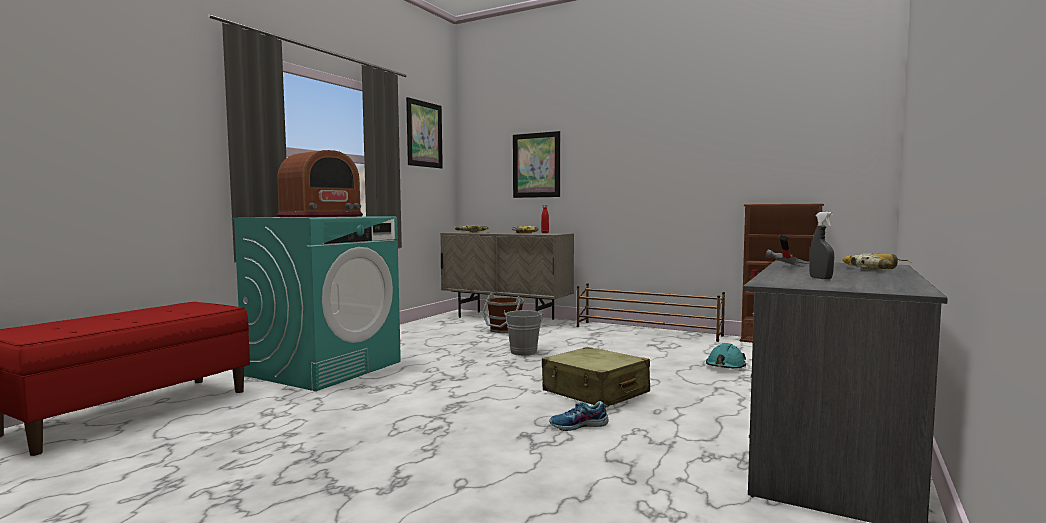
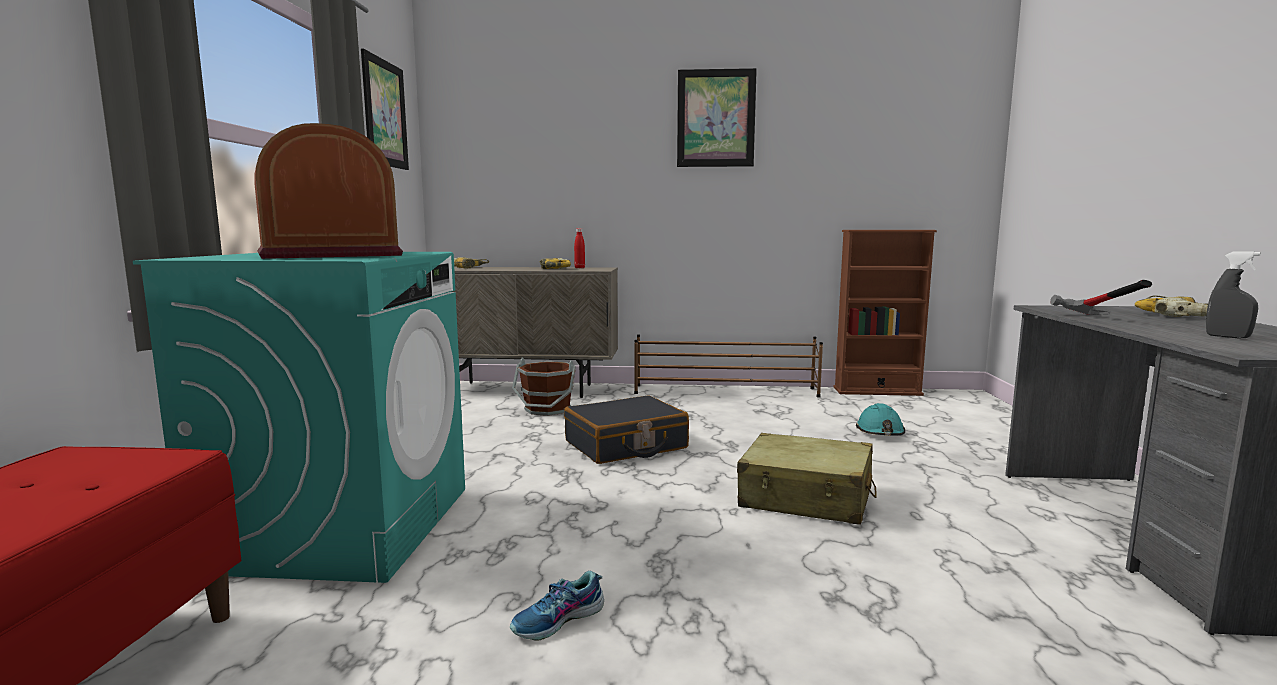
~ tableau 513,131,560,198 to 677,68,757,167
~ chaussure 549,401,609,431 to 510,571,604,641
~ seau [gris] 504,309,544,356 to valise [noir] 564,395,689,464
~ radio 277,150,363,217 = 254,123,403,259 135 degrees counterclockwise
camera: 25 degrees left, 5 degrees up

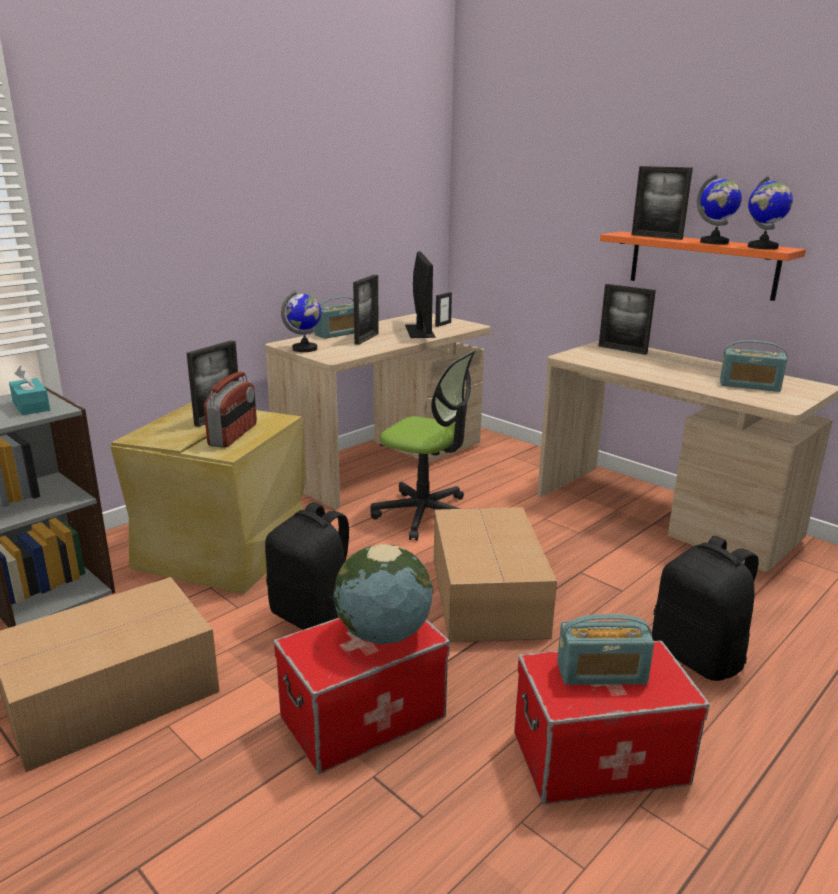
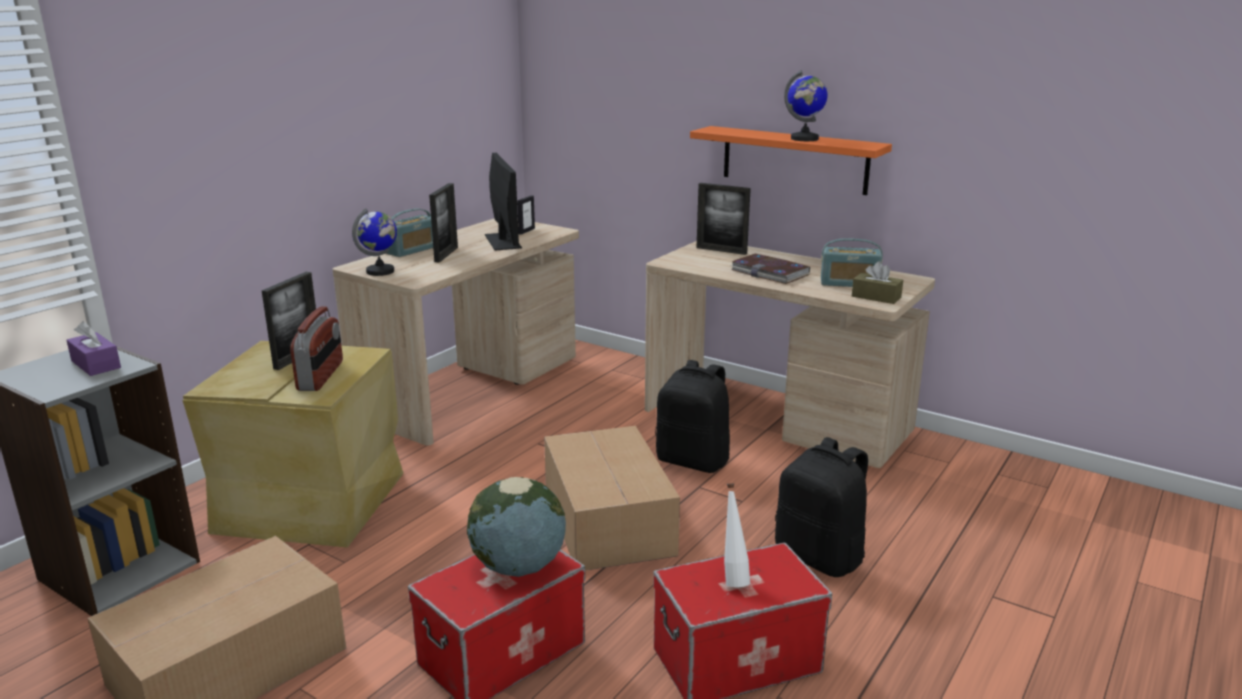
- chaise de bureau 370,350,476,541
- cadre photo 632,166,693,240
- globe 748,175,793,249
+ livre 730,254,810,284
+ boîte à mouchoirs [marron] 852,261,903,304
~ sac à dos [noir] 265,502,349,630 to 655,360,730,473
~ radio 557,614,654,685 to bouteille [blanc] 724,483,750,587
~ boîte à mouchoirs [turquoise] 9,366,50,415 to boîte à mouchoirs [violet] 66,321,121,376
camera: 10 degrees left, 0 degrees up

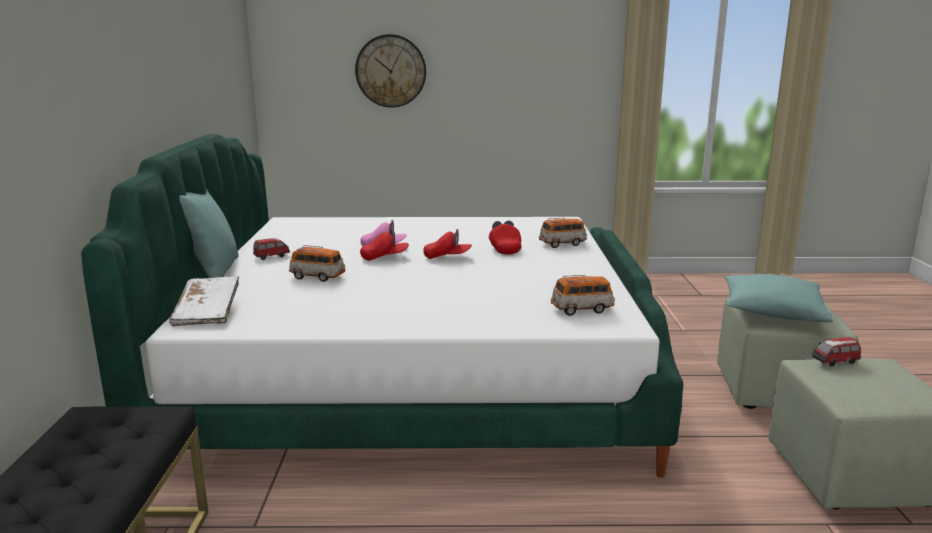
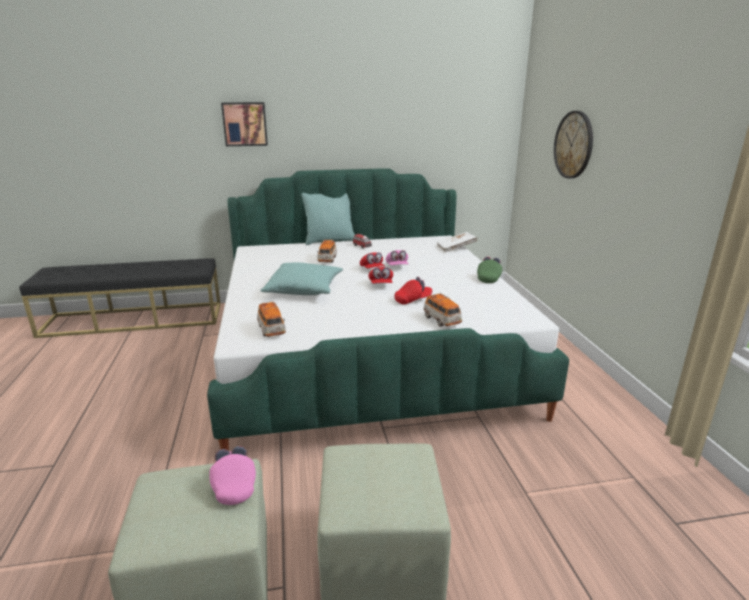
+ tableau 221,102,268,146
+ casquette [vert] 477,257,502,283
~ livre [blanc] 169,276,239,326 to 437,232,477,252
~ coussin [turquoise] 725,274,833,322 to 260,262,343,295
~ petite voiture 812,337,861,367 to casquette [rose] 209,446,256,505
camera: 80 degrees right, 5 degrees up

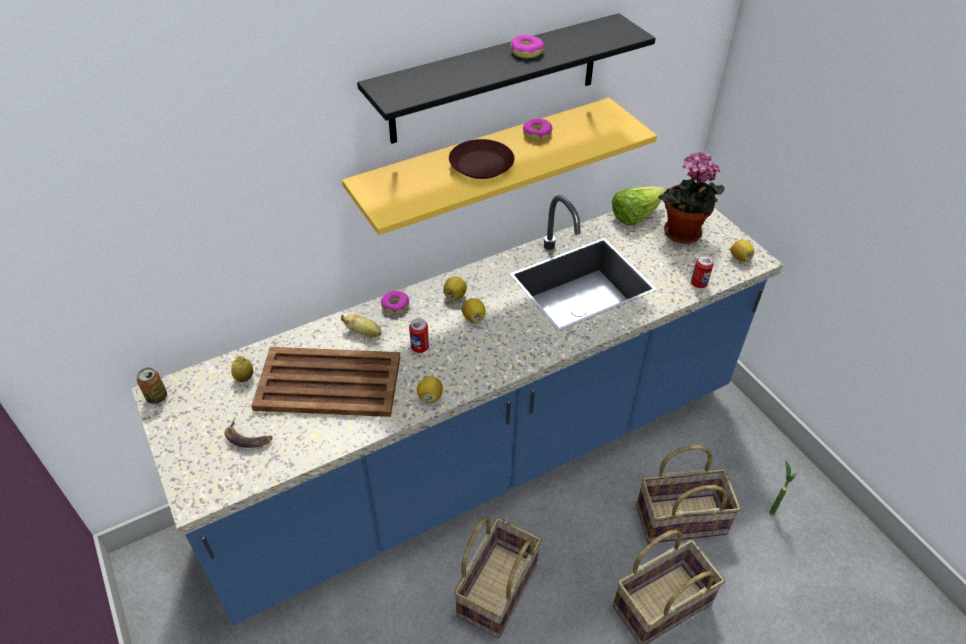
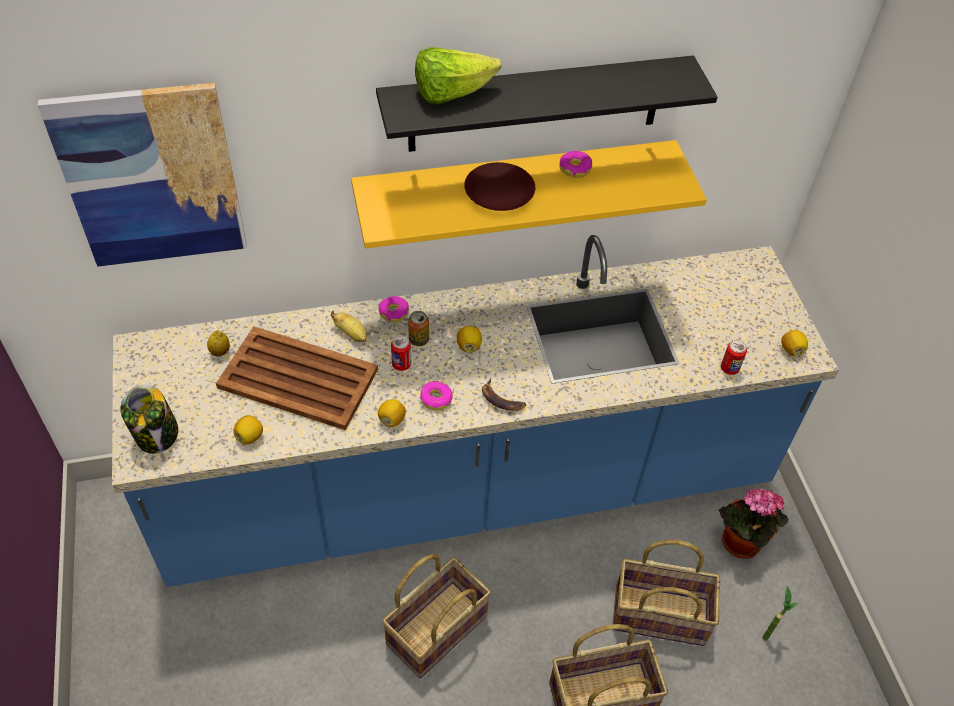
+ tableau 38,83,247,267
+ bocal 120,385,178,454
~ boîte métallique 137,368,167,404 to 408,311,429,346
~ banane 224,420,273,448 to 482,378,526,411
~ citron 443,277,467,301 to 234,415,263,444
~ beignet 511,35,544,58 to 420,381,453,410
~ laitue 612,186,665,225 to 415,47,501,104
~ plante en pot 658,152,725,244 to 718,488,788,559
camera: 15 degrees right, 5 degrees up

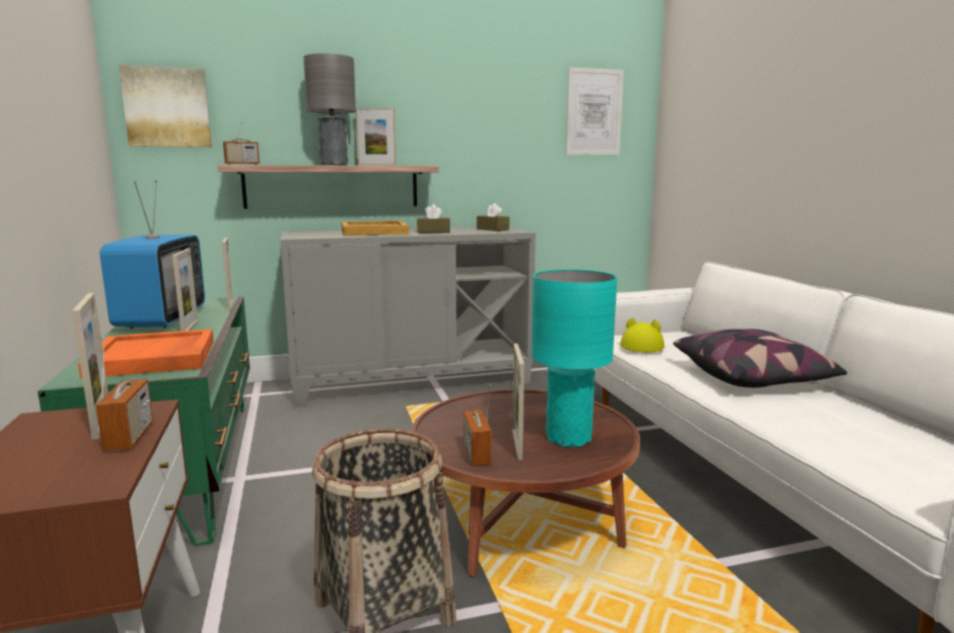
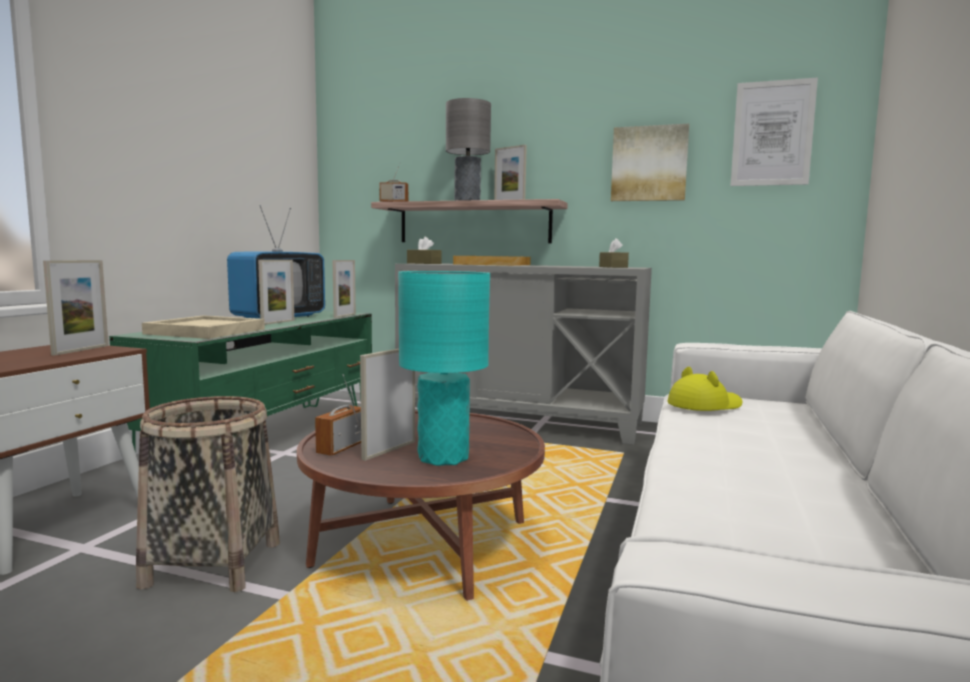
- radio 96,336,153,451
- coussin 673,329,847,388
~ tableau 119,65,212,147 to 611,124,689,201
~ boîte à mouchoirs [marron] 417,204,450,233 to 407,237,442,264
~ plateau [orange] 78,329,214,379 to plateau [beige] 142,315,265,339
camera: 35 degrees right, 5 degrees down

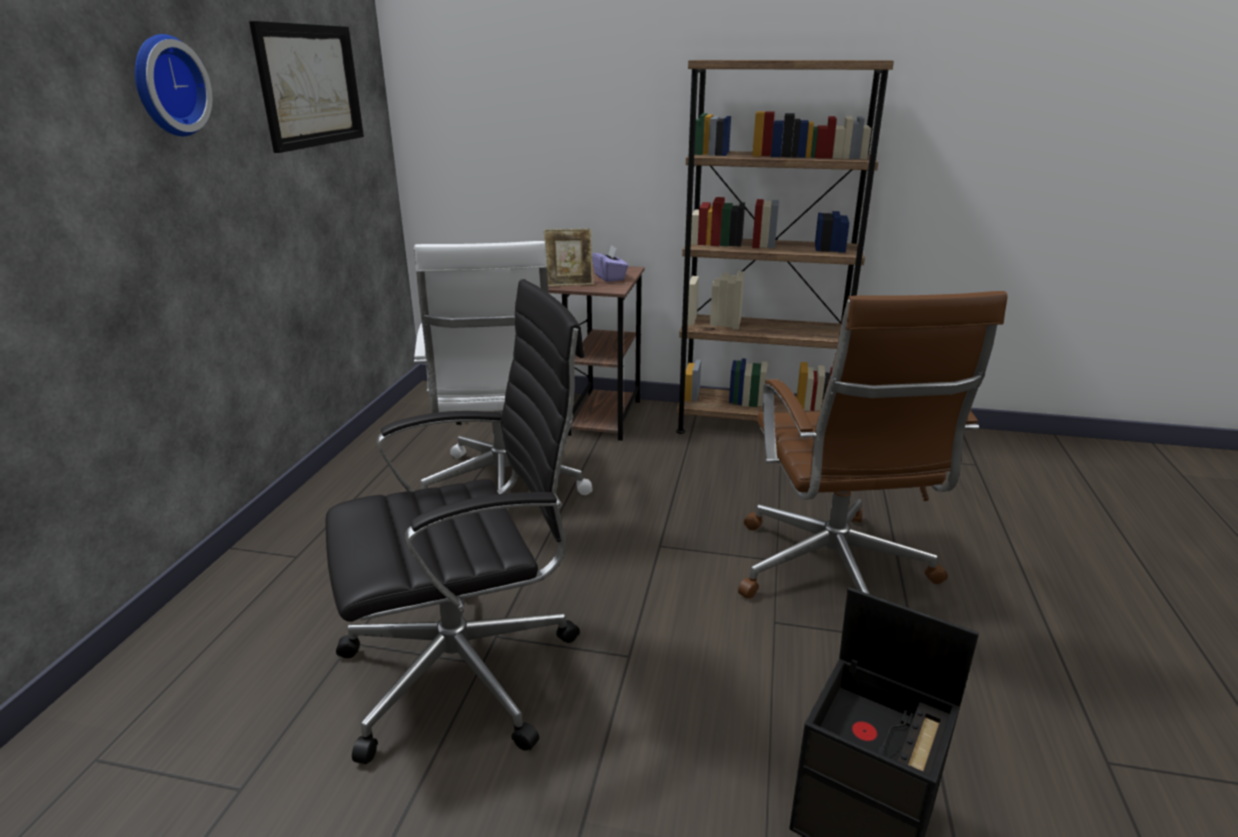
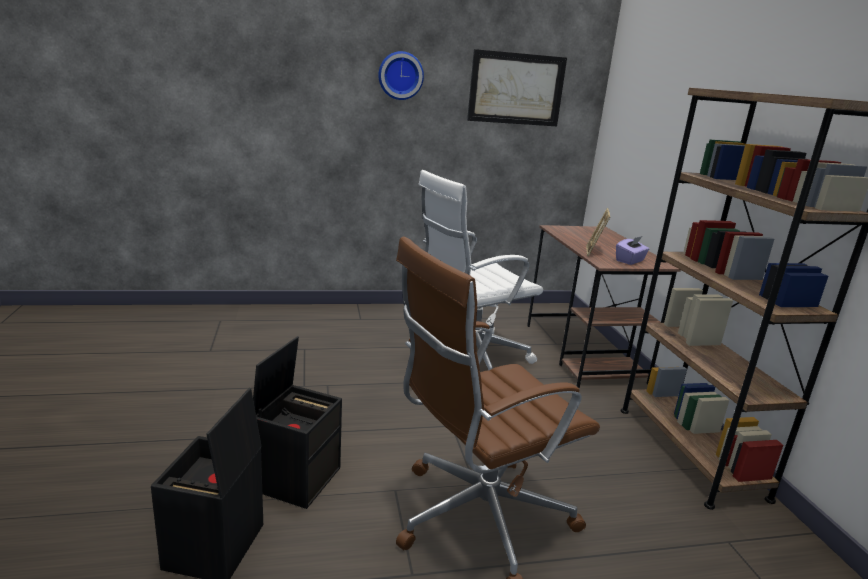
- chaise de bureau [noir] 325,279,584,764
+ boîte de rangement [noir] 253,336,342,509
~ cadre photo 544,229,593,287 = 586,208,610,256 45 degrees clockwise
camera: 65 degrees right, 5 degrees down

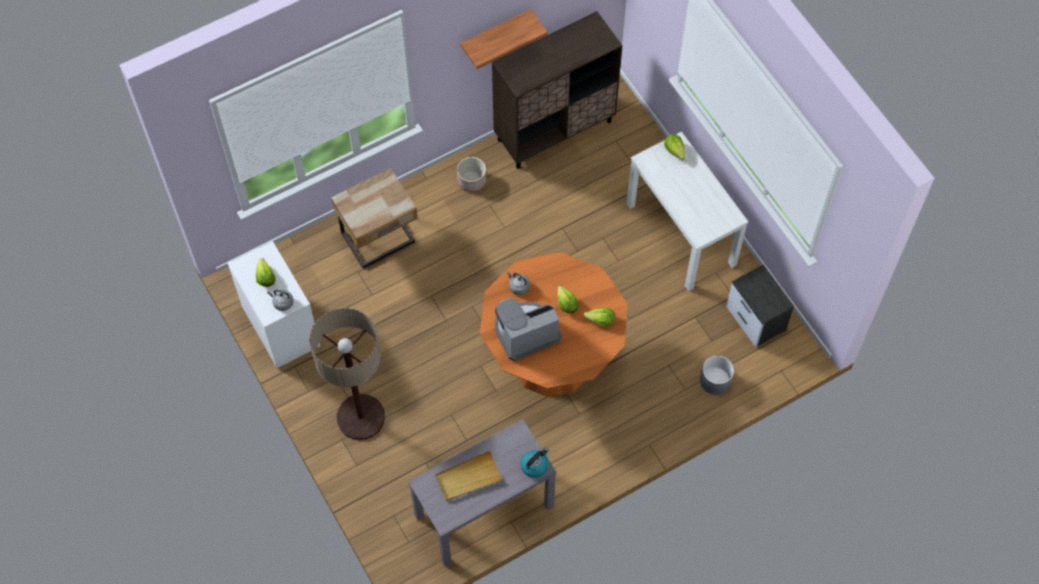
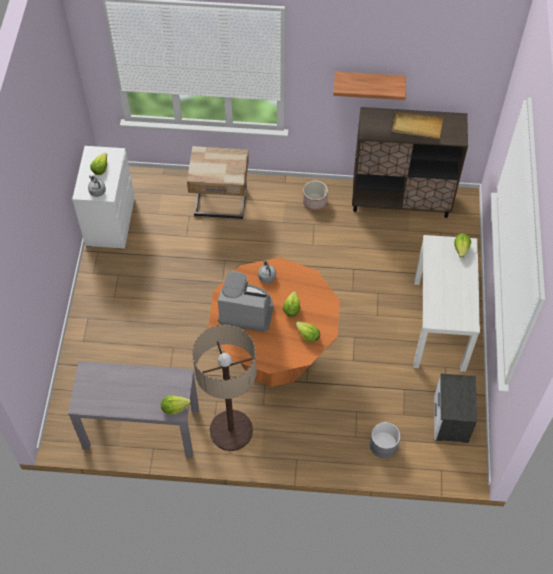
~ lampadaire 310,308,385,440 to 192,325,257,451
~ plateau [beige] 435,451,503,501 to 392,112,443,139
~ bouilloire 521,448,549,478 to laitue 161,395,191,415
camera: 35 degrees right, 5 degrees down

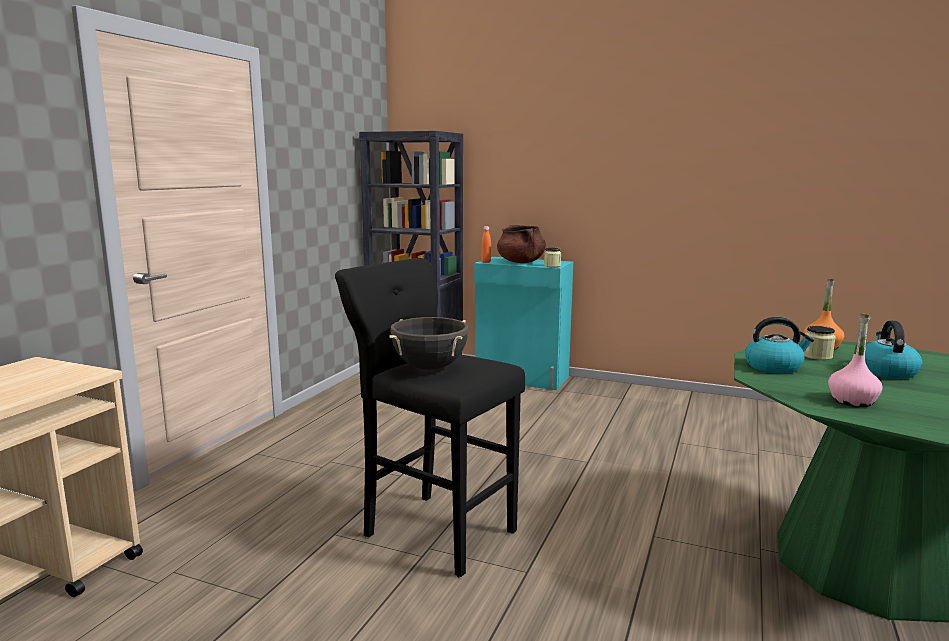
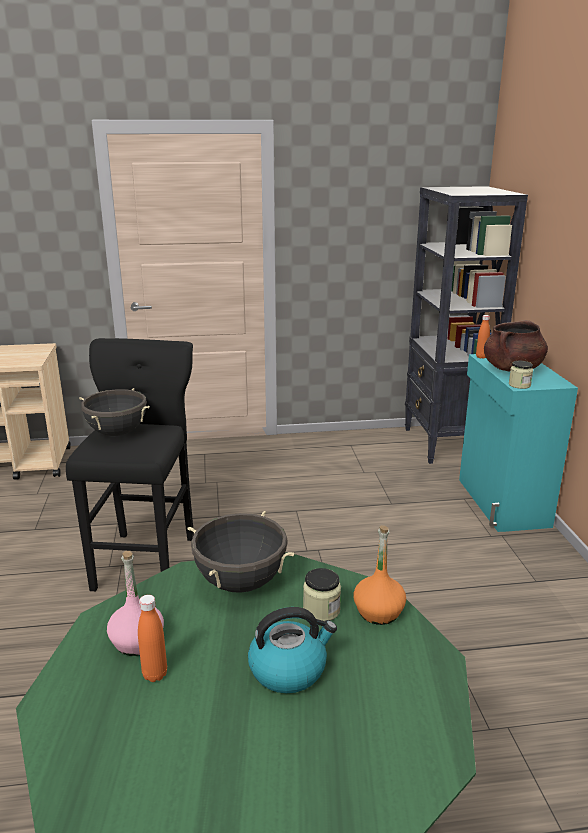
+ bouteille [orange] 138,595,167,682
~ bouilloire 745,317,814,374 to marmite [noir] 188,511,295,593
camera: 60 degrees right, 10 degrees up

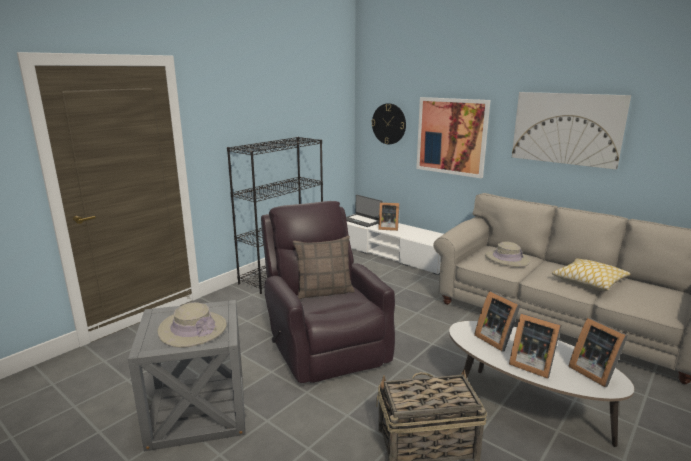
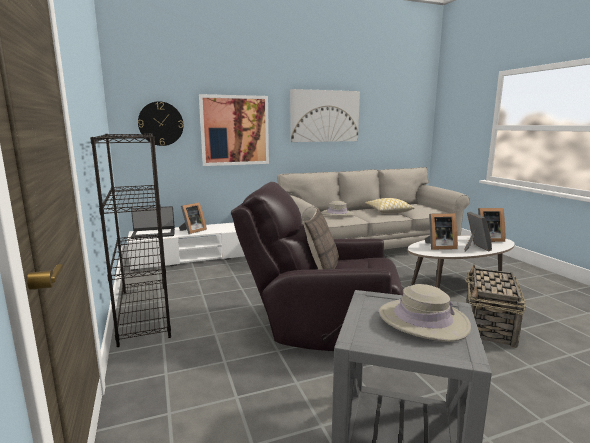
~ cadre photo 509,313,561,379 = 464,212,492,252 75 degrees counterclockwise
camera: 60 degrees left, 5 degrees down

